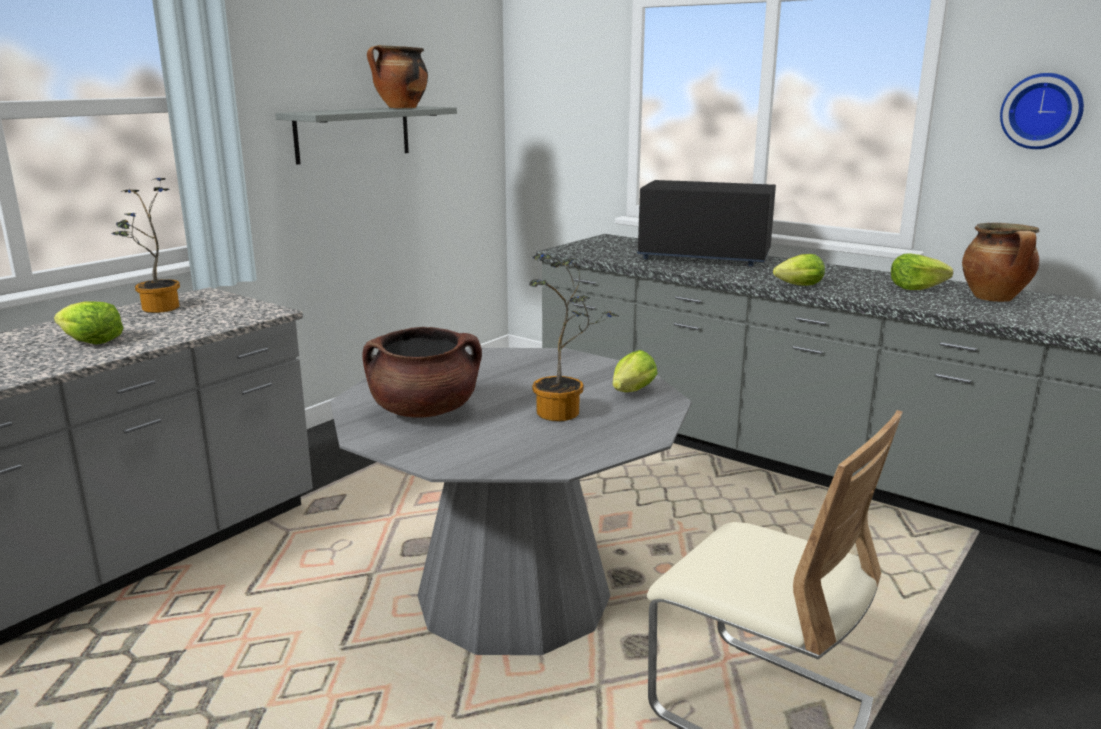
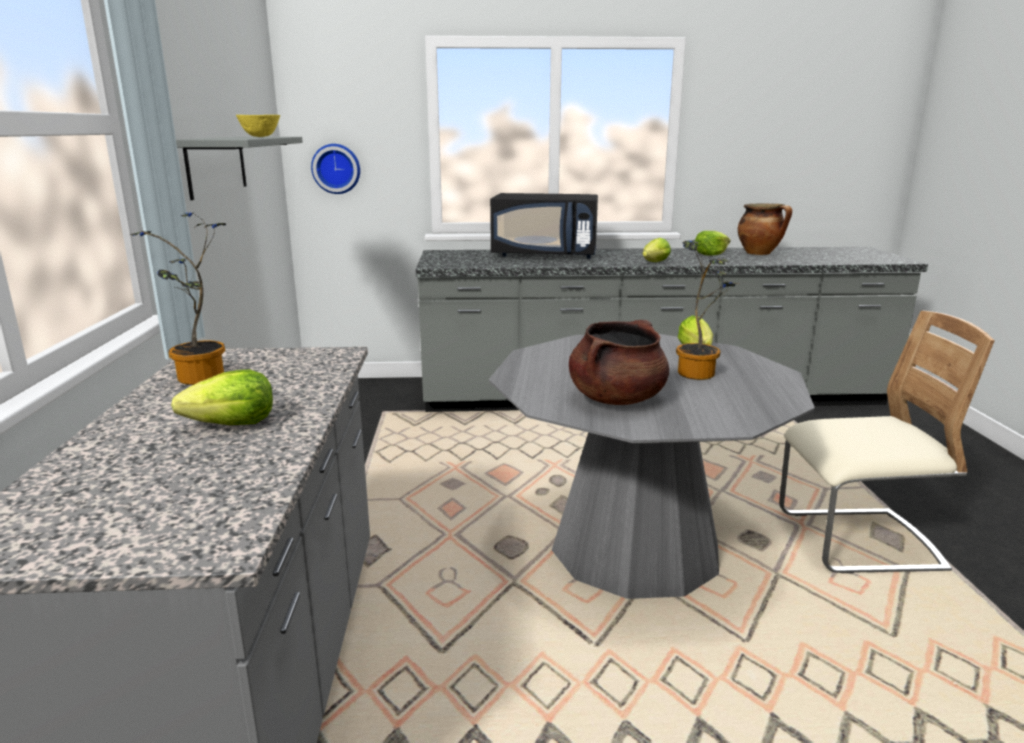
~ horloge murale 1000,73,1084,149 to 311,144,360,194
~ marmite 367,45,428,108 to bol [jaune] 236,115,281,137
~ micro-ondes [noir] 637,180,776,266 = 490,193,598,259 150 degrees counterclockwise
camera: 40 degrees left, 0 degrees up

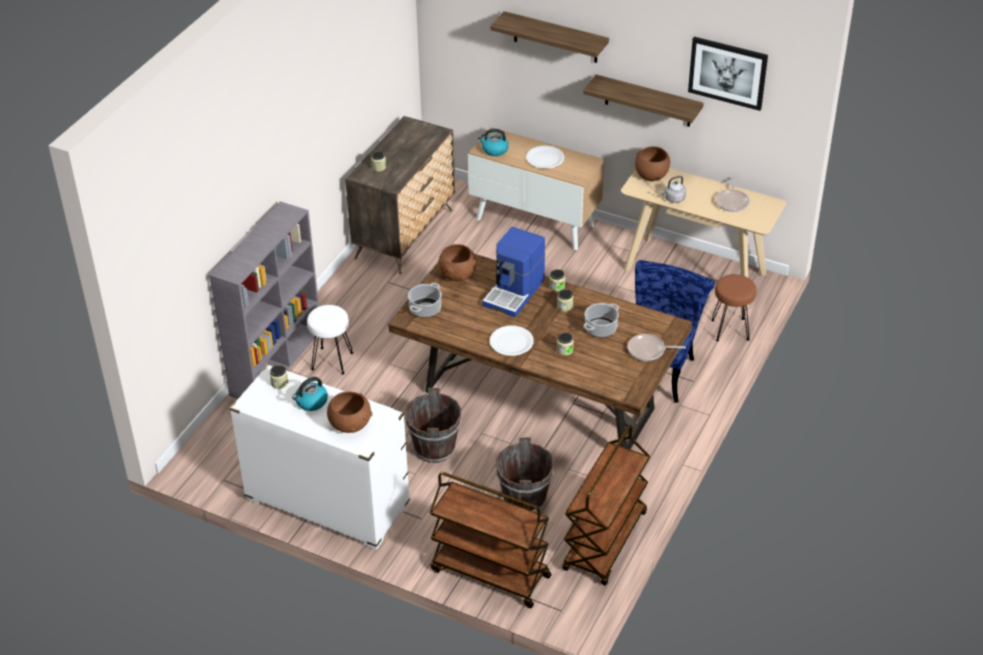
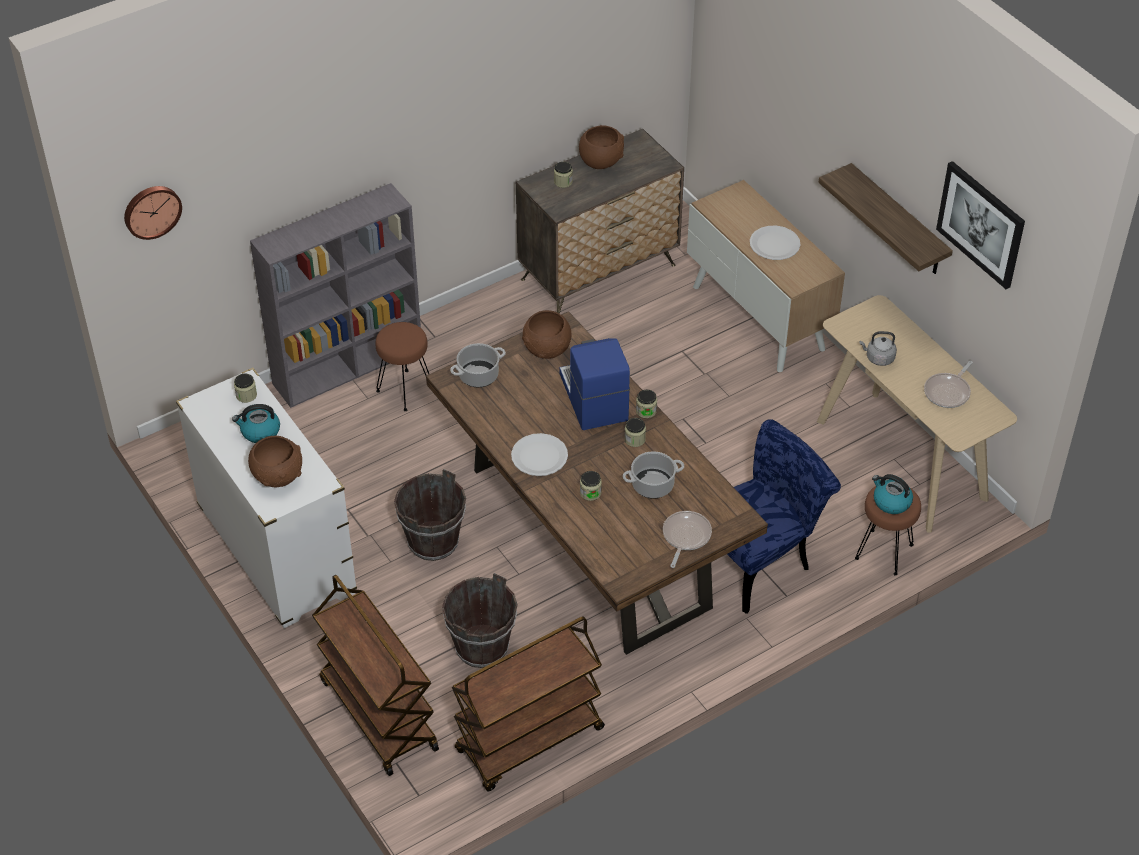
- étagère 491,11,609,63
+ horloge murale 124,186,182,240
~ bouilloire 478,129,509,156 to 872,474,913,514
~ bol [marron] 635,146,670,181 to 579,125,624,169
~ tabouret [blanc] 307,305,353,375 to tabouret [marron] 375,322,429,411
~ machine à café 482,227,545,317 = 559,338,630,430 105 degrees clockwise
~ poêle 628,334,686,361 = 663,511,712,568 75 degrees clockwise
camera: 30 degrees right, 5 degrees up

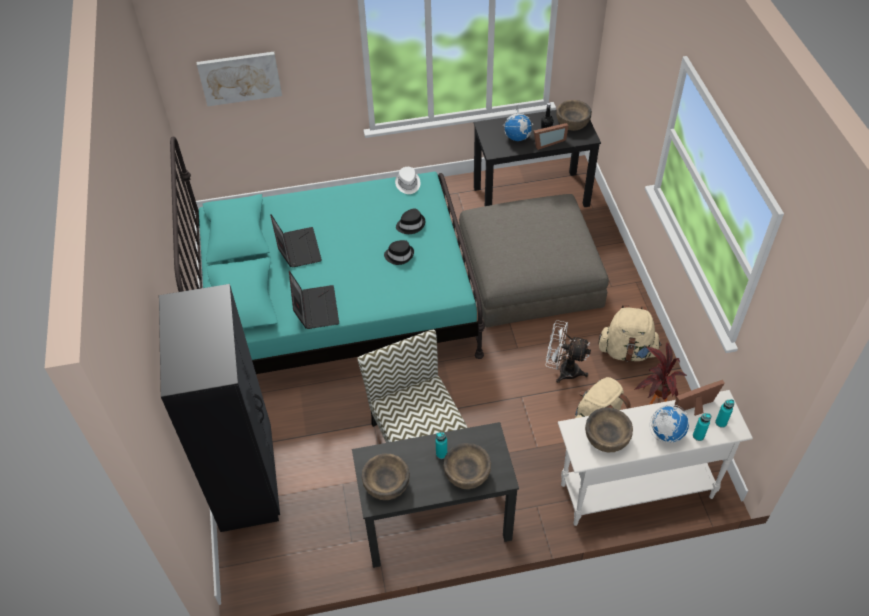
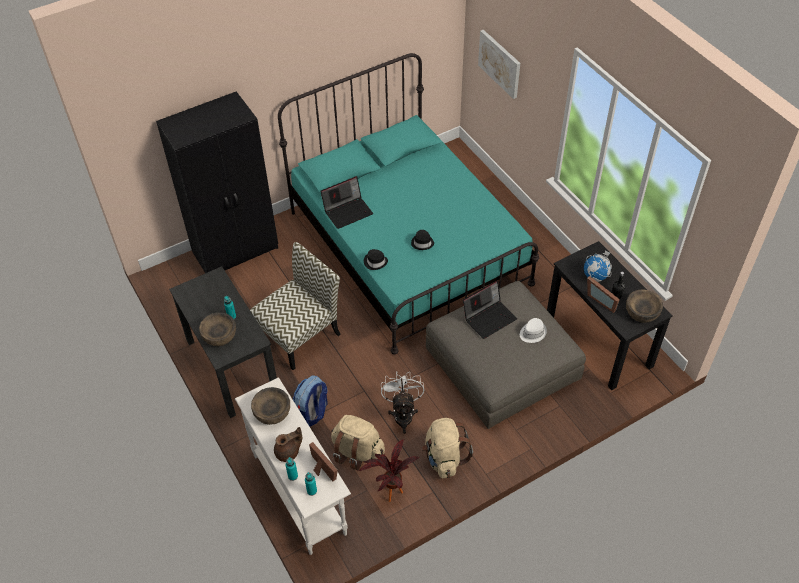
- bol [marron] 362,454,410,500
+ sac à dos 293,375,328,427
~ ordinateur portable 270,214,322,268 to 463,280,517,339
~ chapeau [blanc] 395,167,420,194 to 520,318,547,343
~ chapeau [noir] 396,209,425,234 to 364,249,388,270
~ globe 650,404,689,443 to théière [marron] 274,427,302,462
camera: 70 degrees right, 0 degrees up

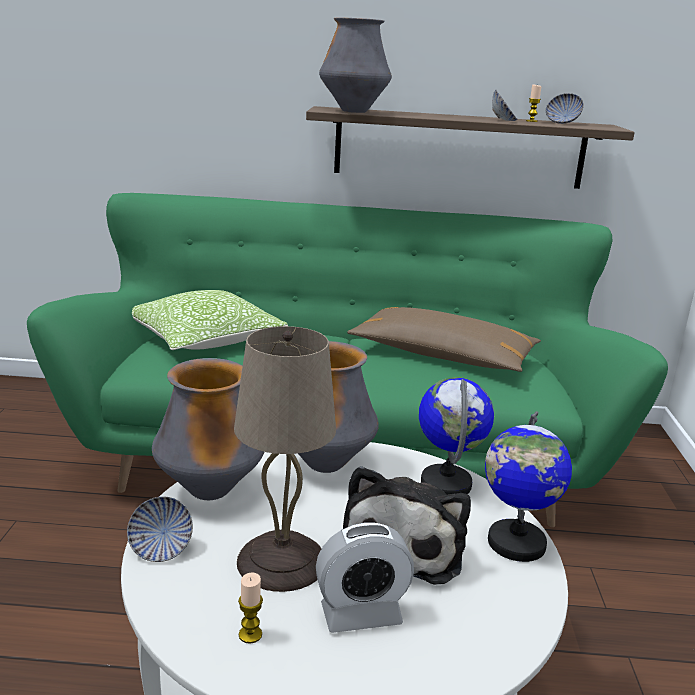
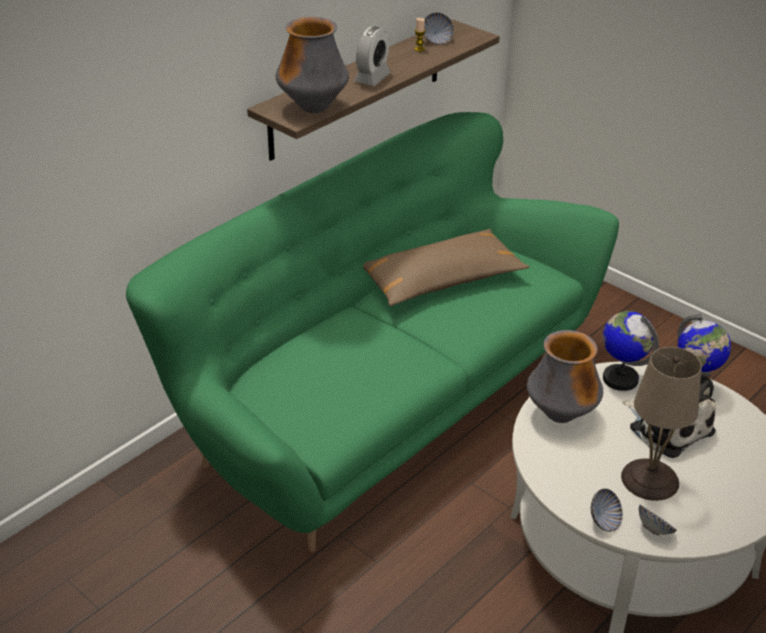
- coussin 132,290,288,350
- vase 152,358,264,500
- bougie 238,573,263,644
~ réveil 316,522,414,633 to 354,27,391,86
~ bol 492,90,518,121 to 639,505,677,537
camera: 50 degrees left, 15 degrees up

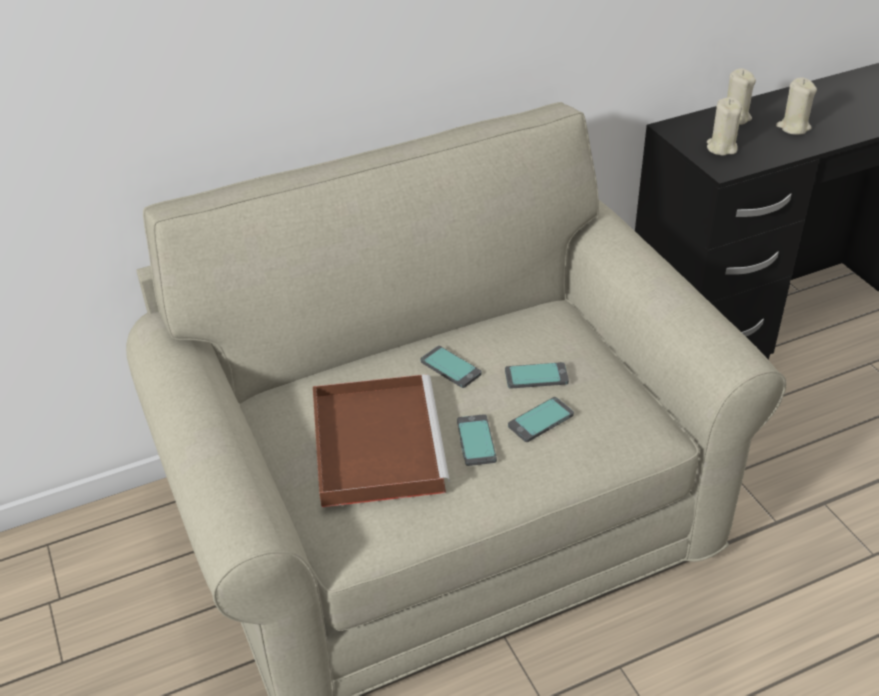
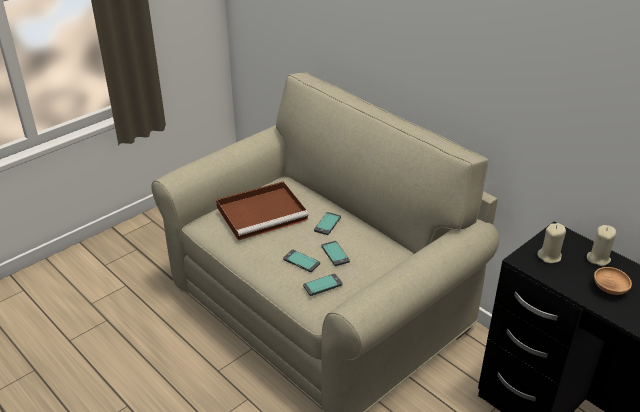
~ téléphone 457,414,497,466 to 303,274,343,296
~ bougie [beige] 776,77,817,135 to bol [marron] 594,267,632,295
camera: 70 degrees right, 5 degrees down

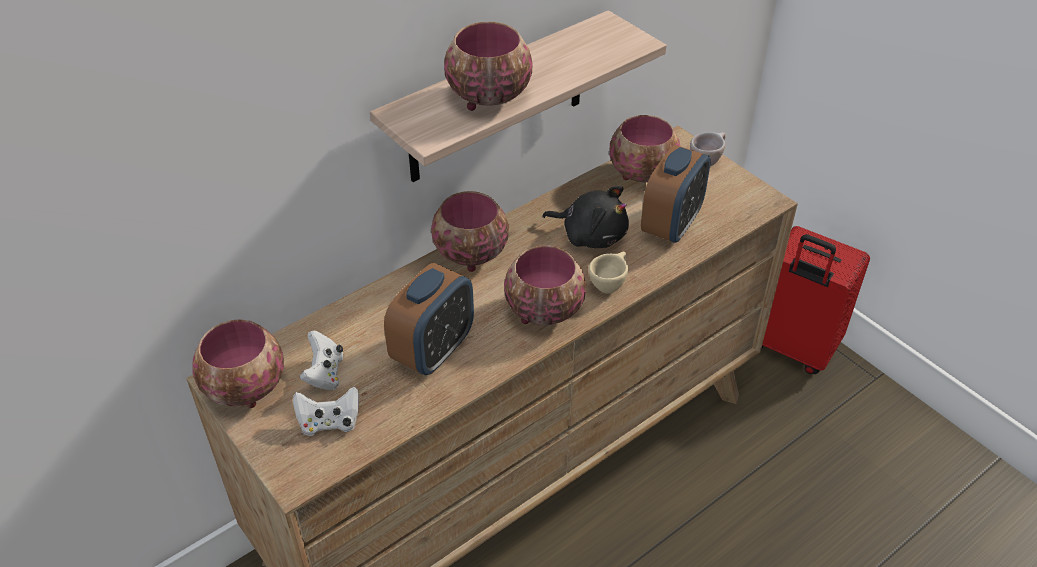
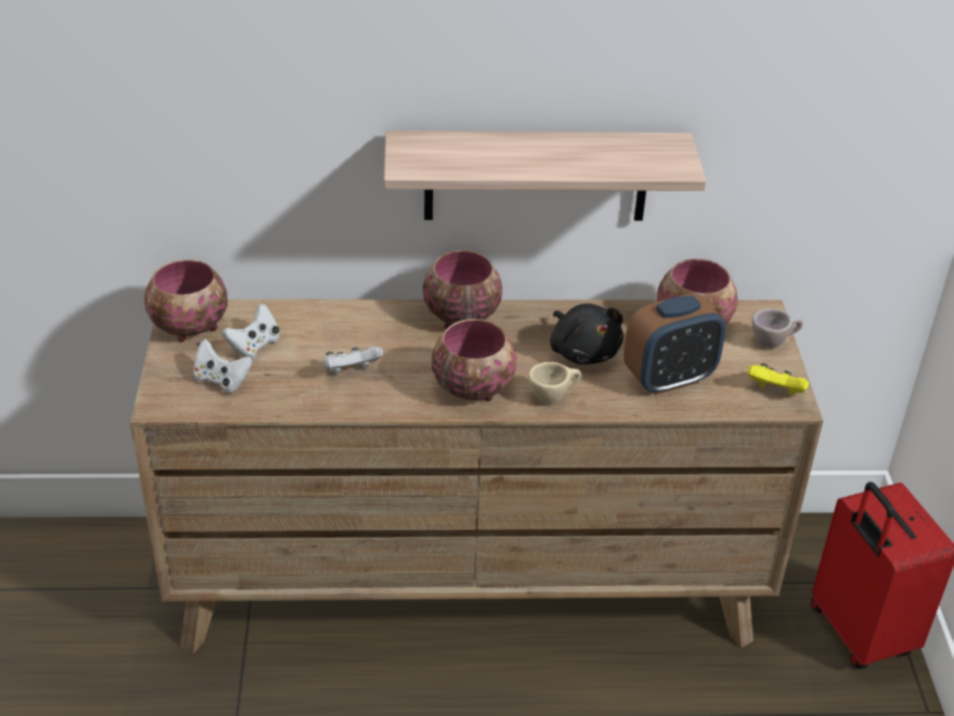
- bol 444,21,533,111
+ manette [jaune] 748,363,809,396
~ réveil 384,263,474,375 to manette [blanc] 323,346,383,374
camera: 35 degrees right, 5 degrees down

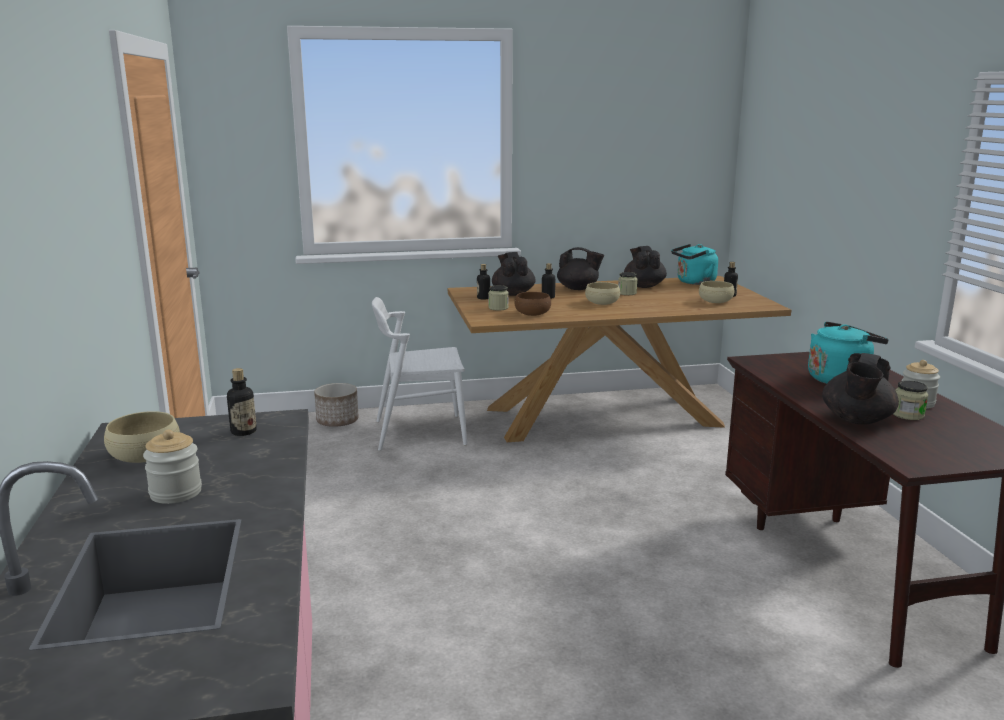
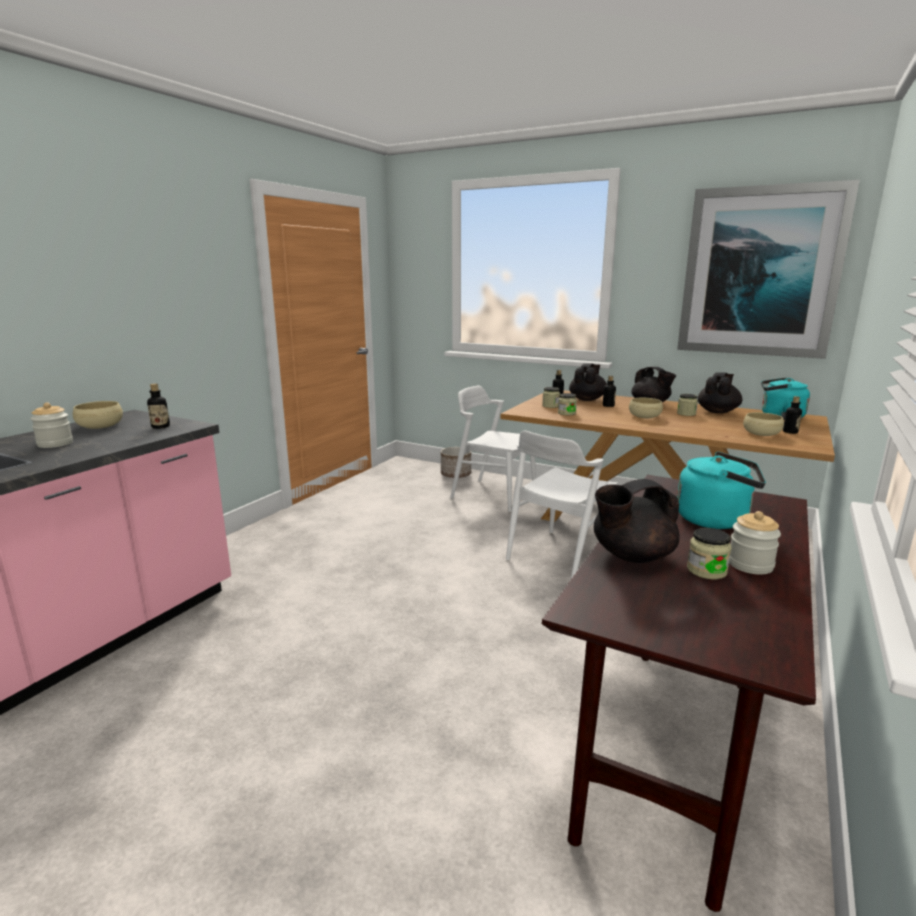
+ chaise [blanc] 506,431,618,580
+ tableau 677,180,860,359
~ bol [marron] 515,292,551,316 to bocal 558,393,577,415
camera: 40 degrees right, 0 degrees up

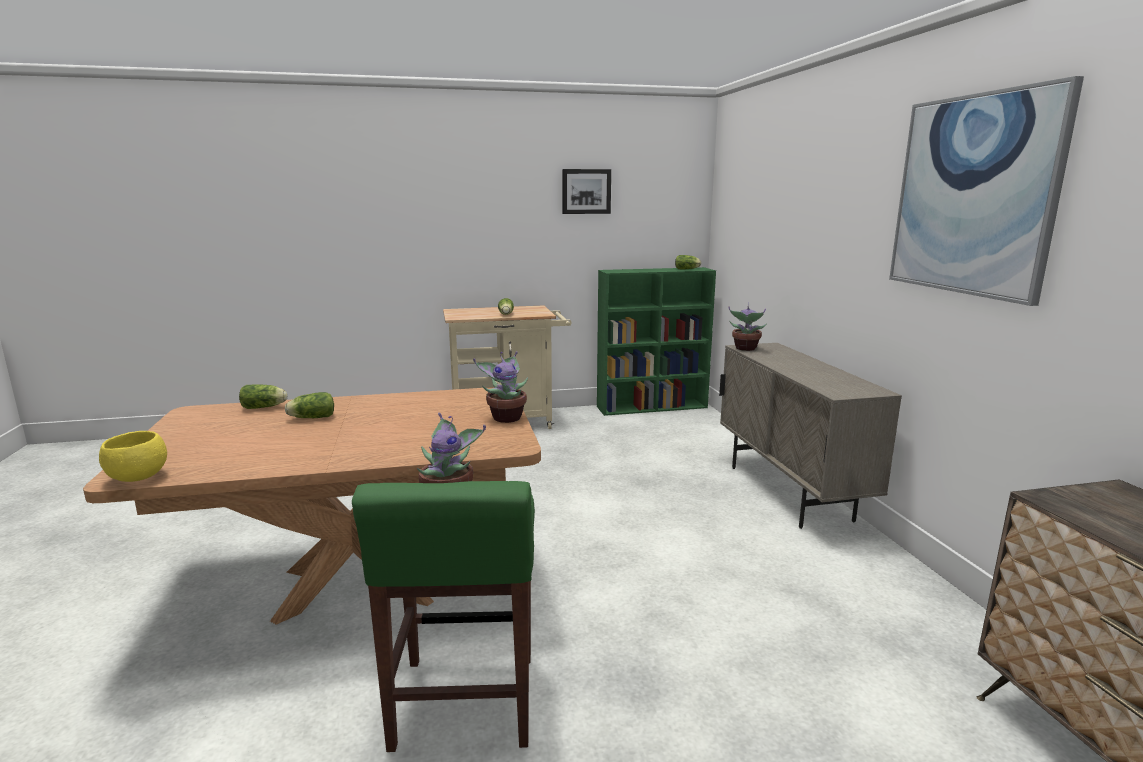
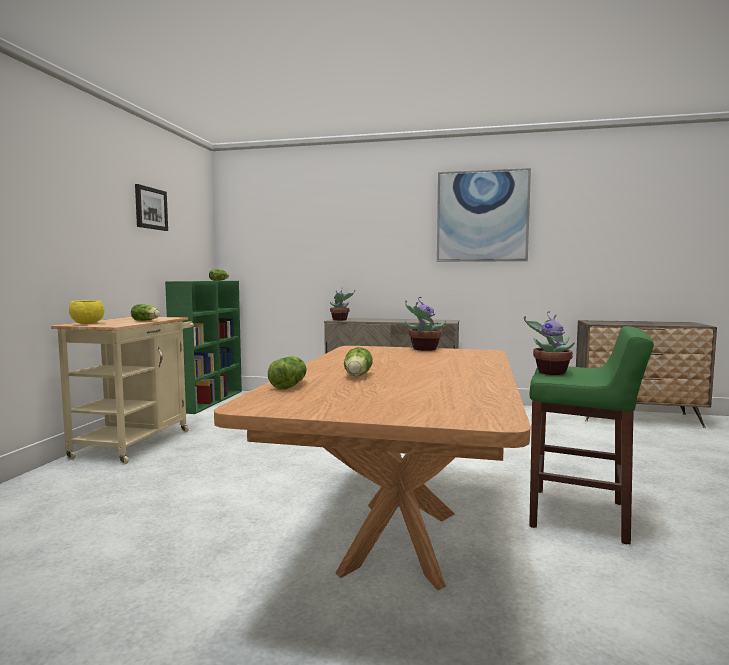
~ bol [jaune] 99,431,167,482 to 69,300,104,324
camera: 65 degrees left, 10 degrees down

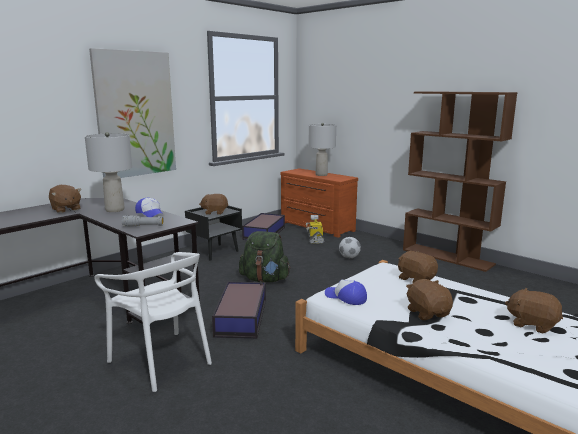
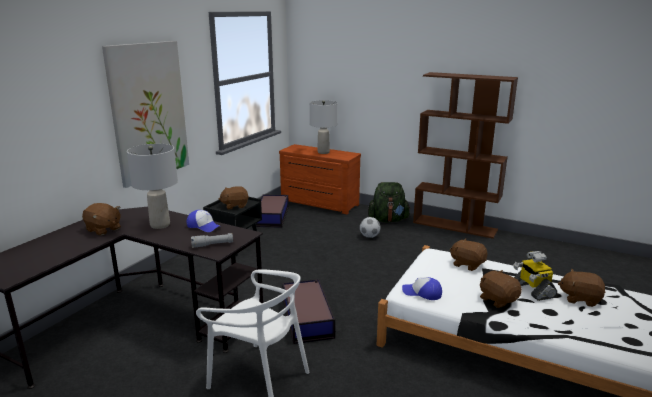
~ sac à dos [vert] 239,231,291,282 to 368,182,411,223
~ robot jouet 306,215,325,244 to 513,251,557,301
camera: 15 degrees left, 5 degrees up

